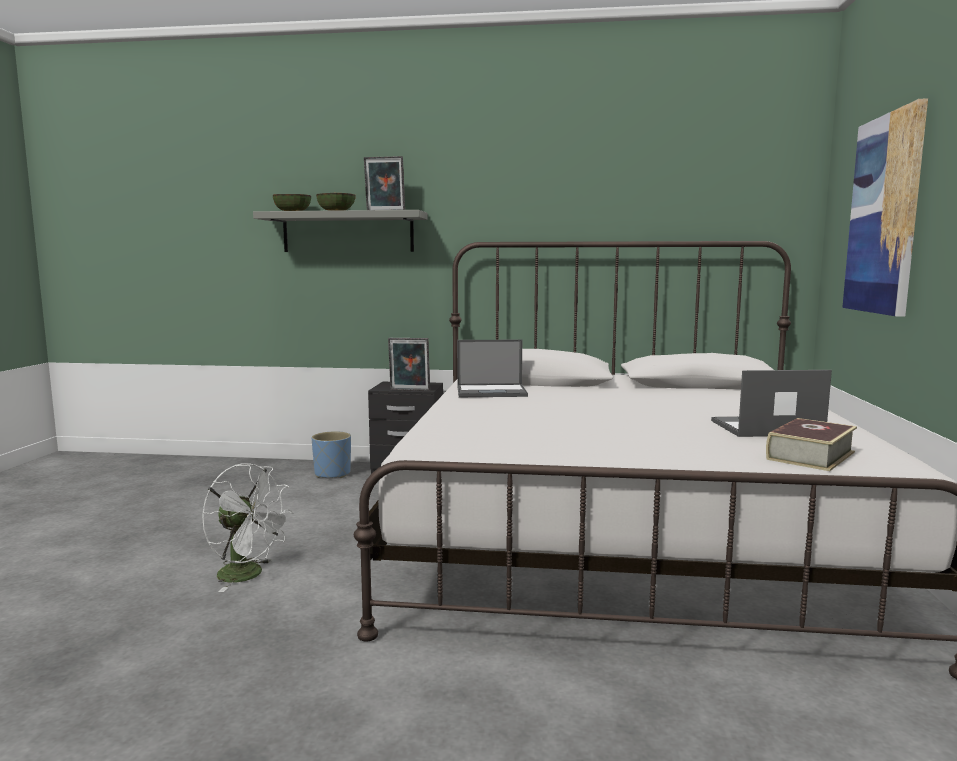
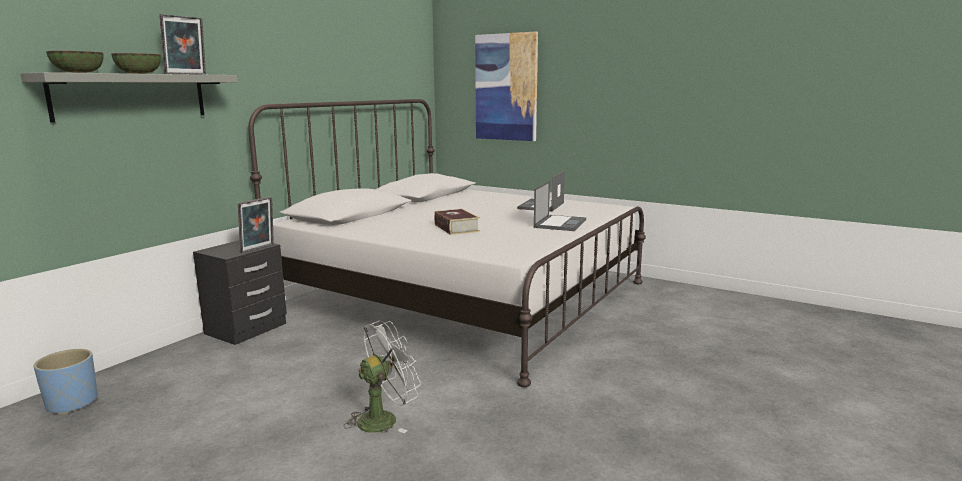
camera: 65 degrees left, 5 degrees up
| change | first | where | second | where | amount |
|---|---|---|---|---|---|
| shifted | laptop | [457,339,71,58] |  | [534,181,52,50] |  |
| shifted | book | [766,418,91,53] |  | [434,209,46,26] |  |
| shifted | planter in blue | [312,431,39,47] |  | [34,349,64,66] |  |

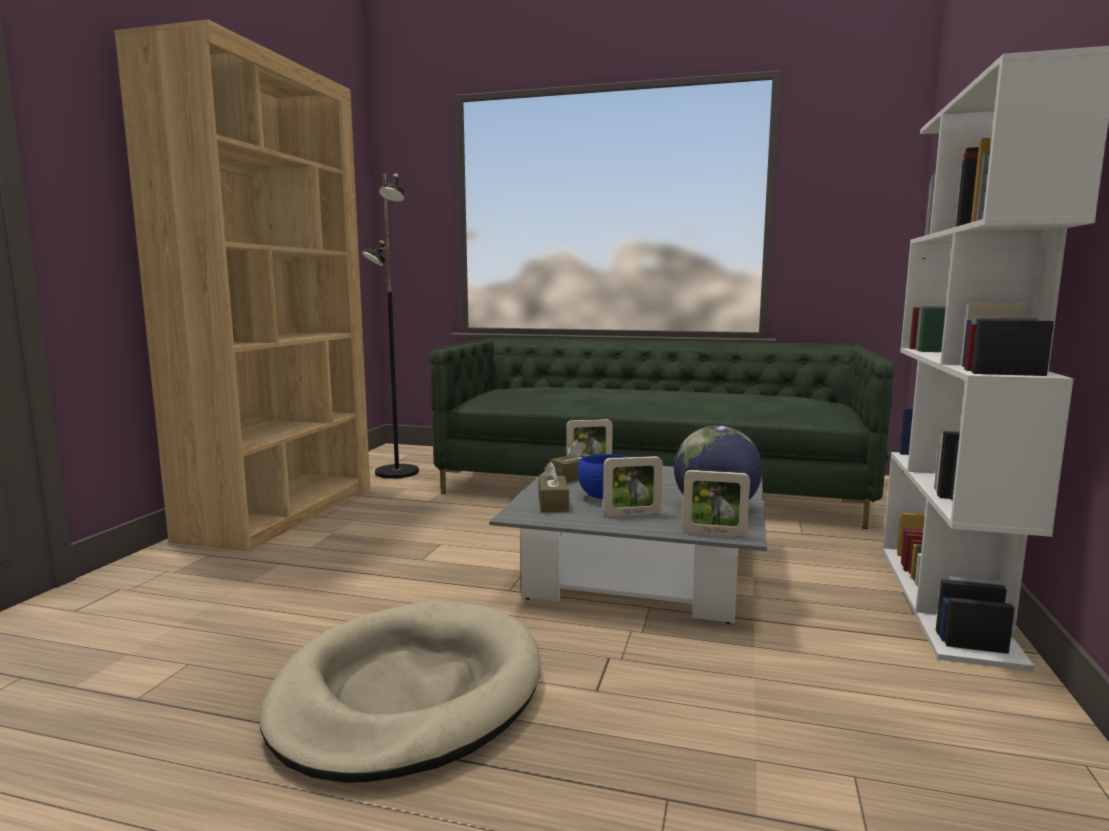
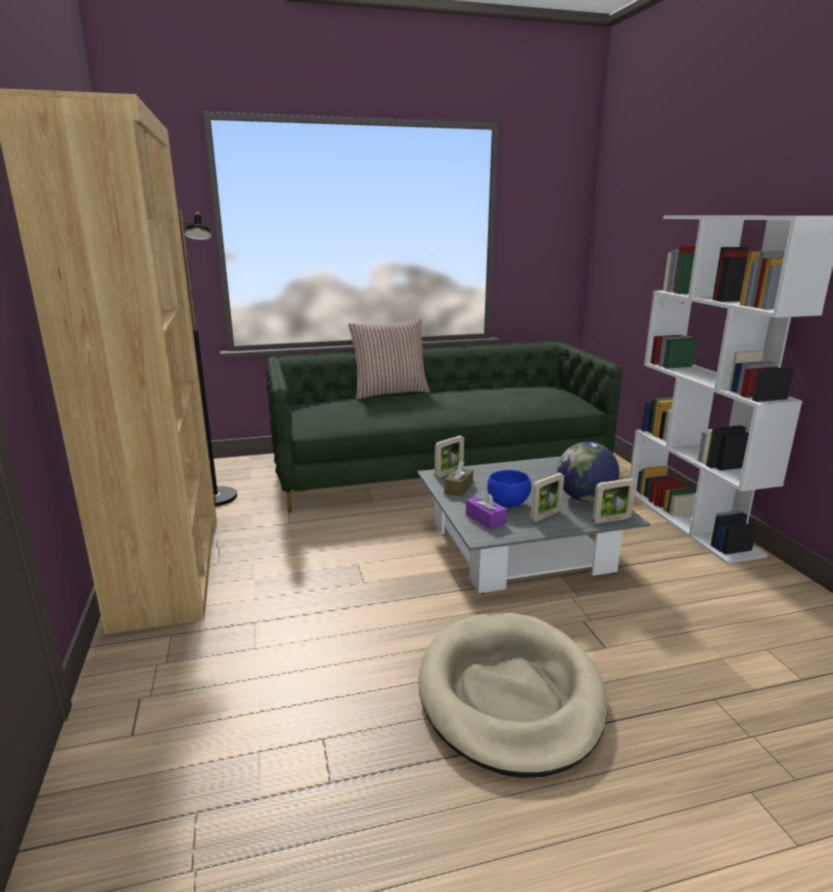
camera: 30 degrees left, 10 degrees up
| change | first | where | second | where | amount |
|---|---|---|---|---|---|
| repainted | tissue box in brown | [539,461,30,51] | tissue box in purple | [466,489,41,41] |  |
| new |  |  | pillow | [348,319,82,80] |  |

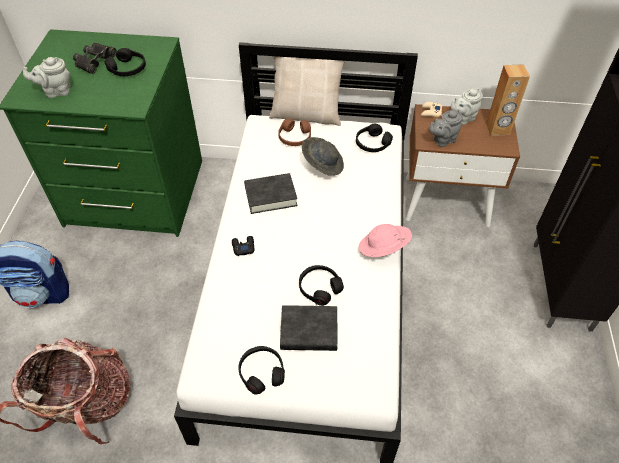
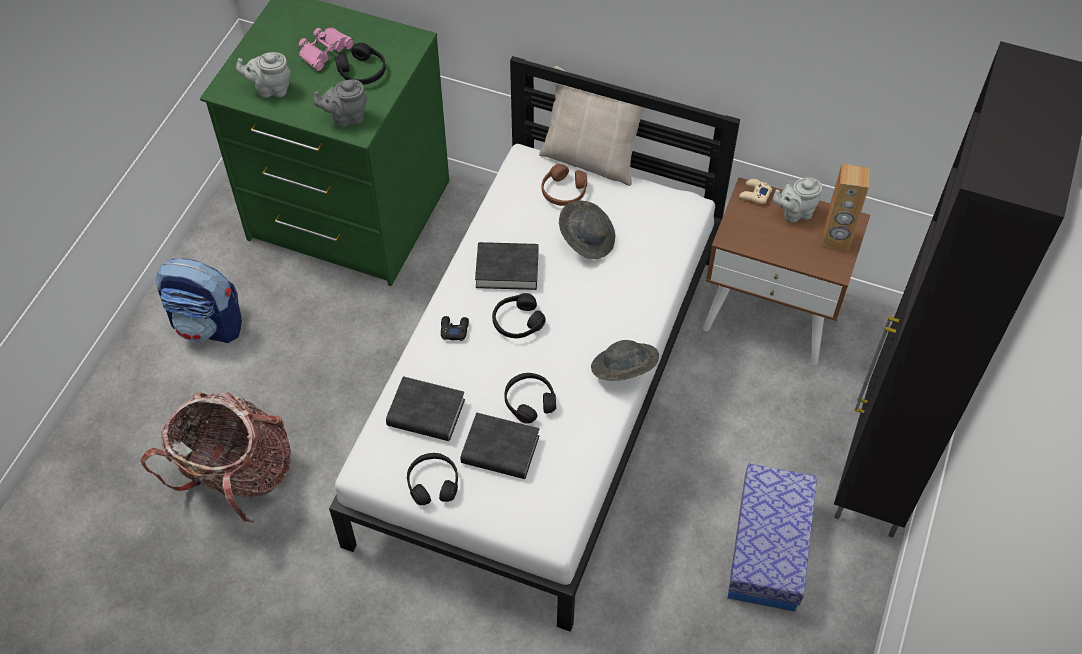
camera: 15 degrees right, 5 degrees up
| change | first | where | second | where | amount |
|---|---|---|---|---|---|
| repainted | binoculars in black | [73,43,44,31] | binoculars in pink | [299,28,55,43] |  |
| shifted | teapot in grey | [429,110,34,37] |  | [313,79,54,48] |  |
| shifted | headphones in black | [356,124,37,28] |  | [492,293,54,45] |  |
| repainted | hat in pink | [359,224,53,33] | hat in grey | [591,340,68,41] |  |
| new |  |  | book in black | [386,376,79,65] |  |
| new |  |  | storage box | [727,464,90,148] |  |

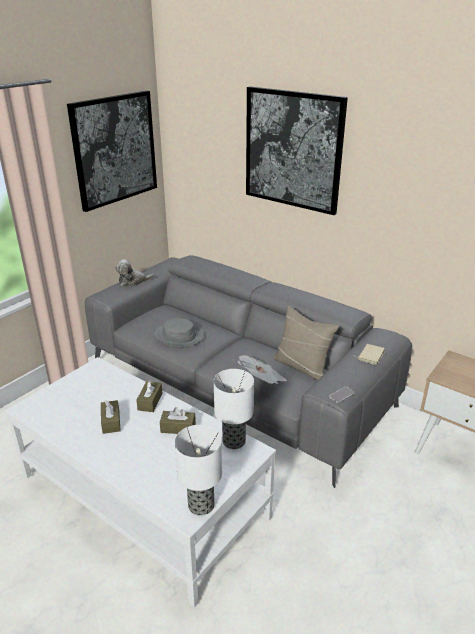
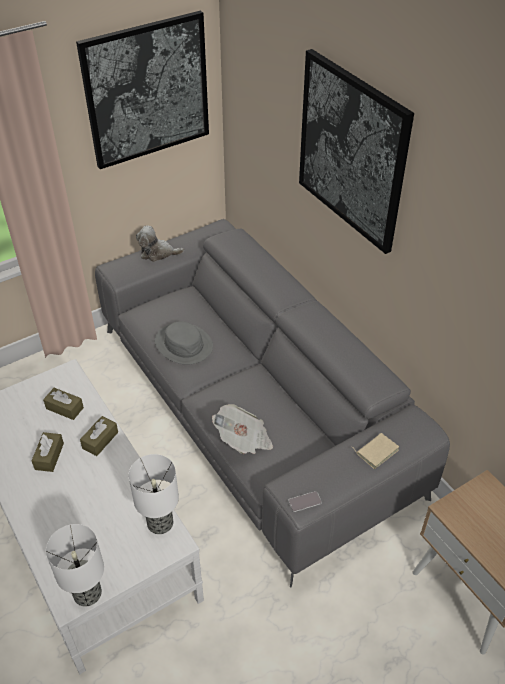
camera: 20 degrees right, 15 degrees up
| change | first | where | second | where | amount |
|---|---|---|---|---|---|
| gone | pillow in beige | [273,306,66,74] |  |  |  |
| shifted | tissue box in brown | [160,407,36,27] |  | [43,388,41,32] |  |

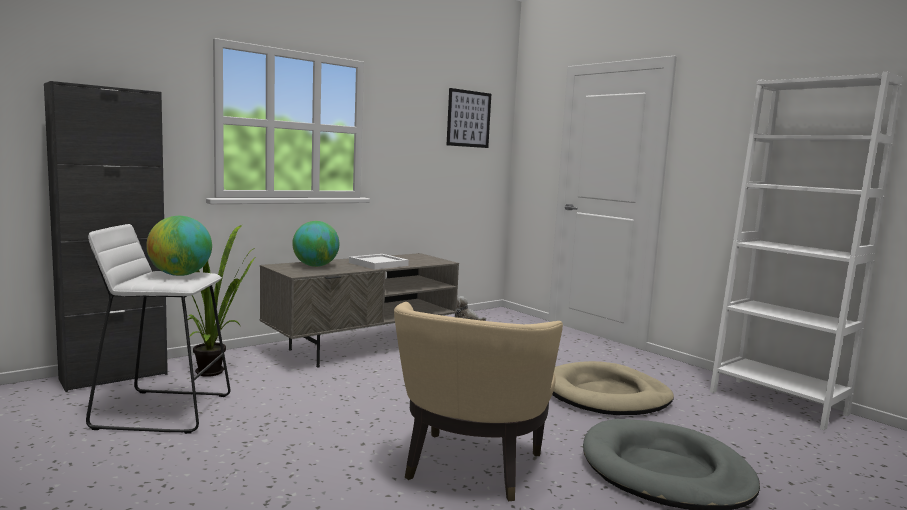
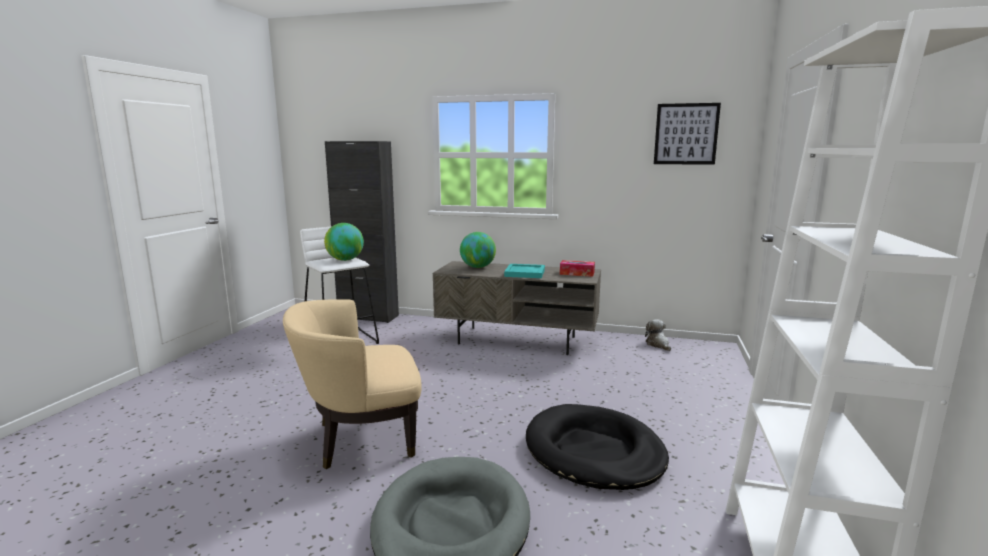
camera: 55 degrees right, 5 degrees up
| change | first | where | second | where | amount |
|---|---|---|---|---|---|
| gone | potted plant | [187,225,68,152] |  |  |  |
| repainted | tray in white | [349,254,60,16] | tray in turquoise | [504,264,41,14] |  |
| repainted | dog bed in beige | [552,361,122,54] | dog bed in black | [526,404,143,86] |  |
| new |  |  | tissue box | [560,260,35,17] |  |

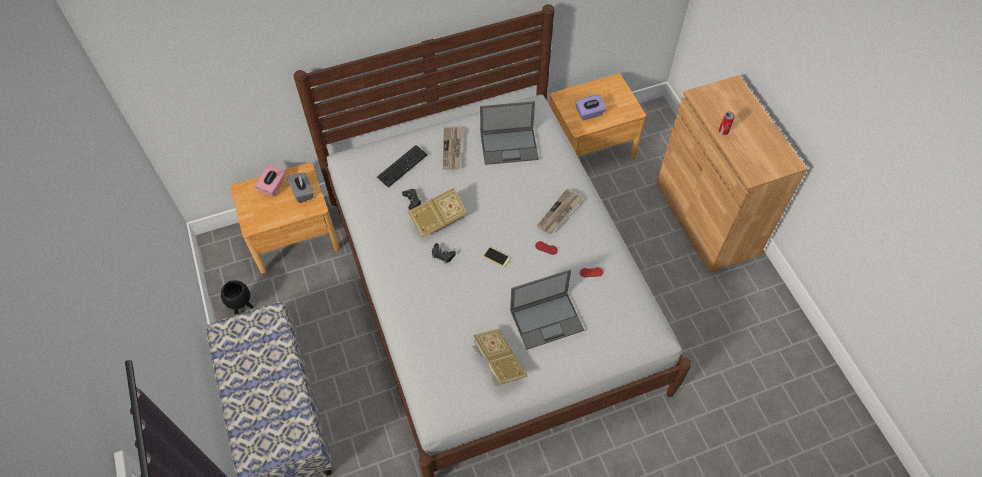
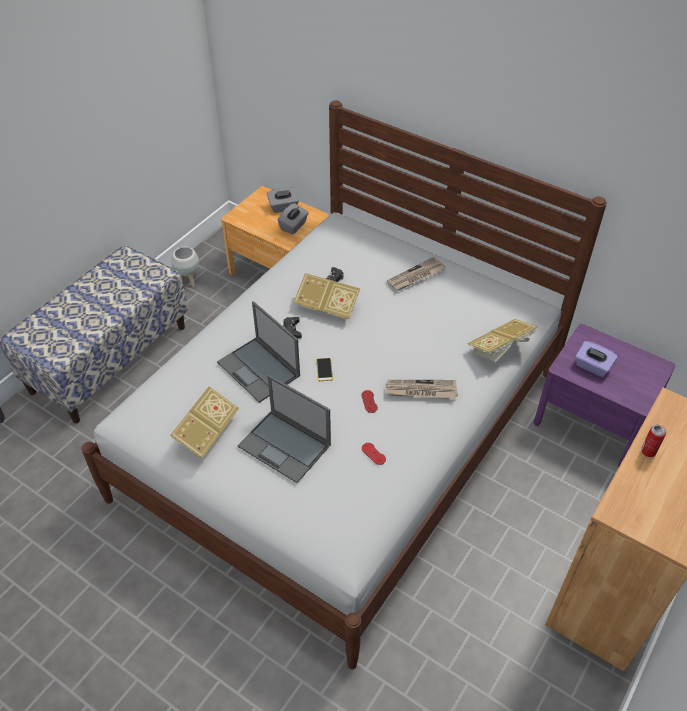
camera: 55 degrees right, 10 degrees down
| change | first | where | second | where | amount |
|---|---|---|---|---|---|
| repainted | nightstand in brown | [549,74,97,85] | nightstand in purple | [534,324,141,142] |  |
| shifted | laptop | [480,101,59,64] |  | [217,301,83,102] |  |
| gone | keyboard | [377,145,51,43] |  |  |  |
| repainted | tissue box in pink | [255,164,30,32] | tissue box in grey | [267,187,32,26] |  |
| repainted | planter in black | [221,280,32,35] | planter in white | [172,246,27,41] |  |
| new |  |  | book | [468,319,70,43] |  |

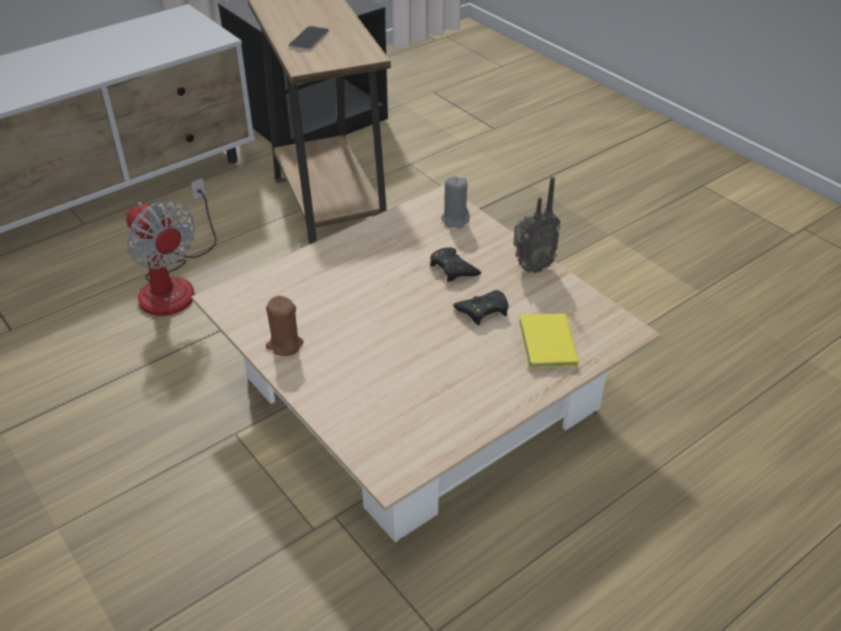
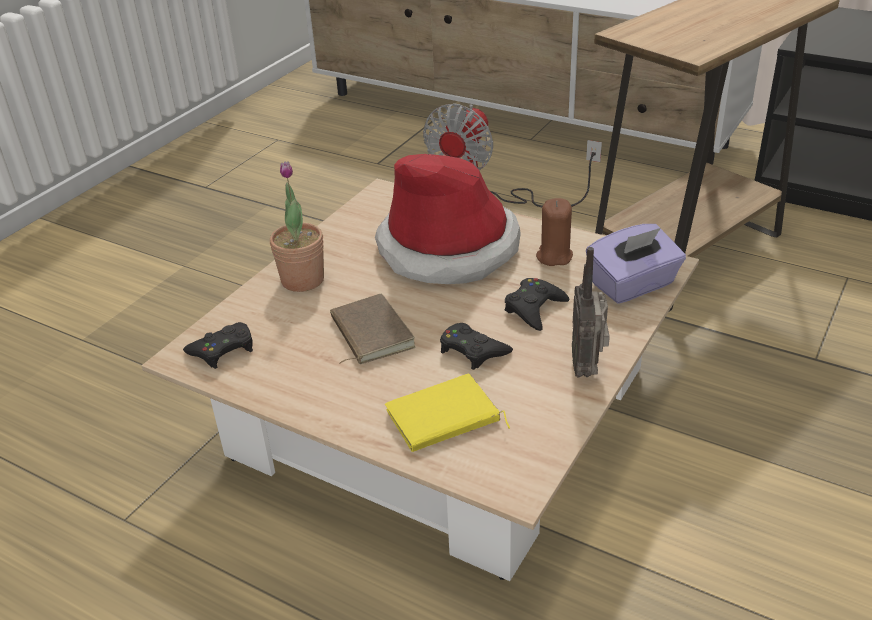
camera: 70 degrees right, 5 degrees down
| change | first | where | second | where | amount |
|---|---|---|---|---|---|
| gone | phone | [289,26,40,24] |  |  |  |
| swapped | candle in grey | [441,176,29,53] | tissue box in purple | [586,224,100,80] |  |
| rotated | radio | [513,177,47,96] |  | [572,247,38,131] | 45 degrees clockwise |
| shifted | candle in brown | [266,296,38,60] |  | [536,198,37,68] |  |
| new |  |  | hat | [375,154,146,130] |  |
| new |  |  | potted plant | [270,161,54,131] |  |
| new |  |  | book in brown | [330,294,86,70] |  |
| new |  |  | game controller in black | [183,322,70,47] |  |

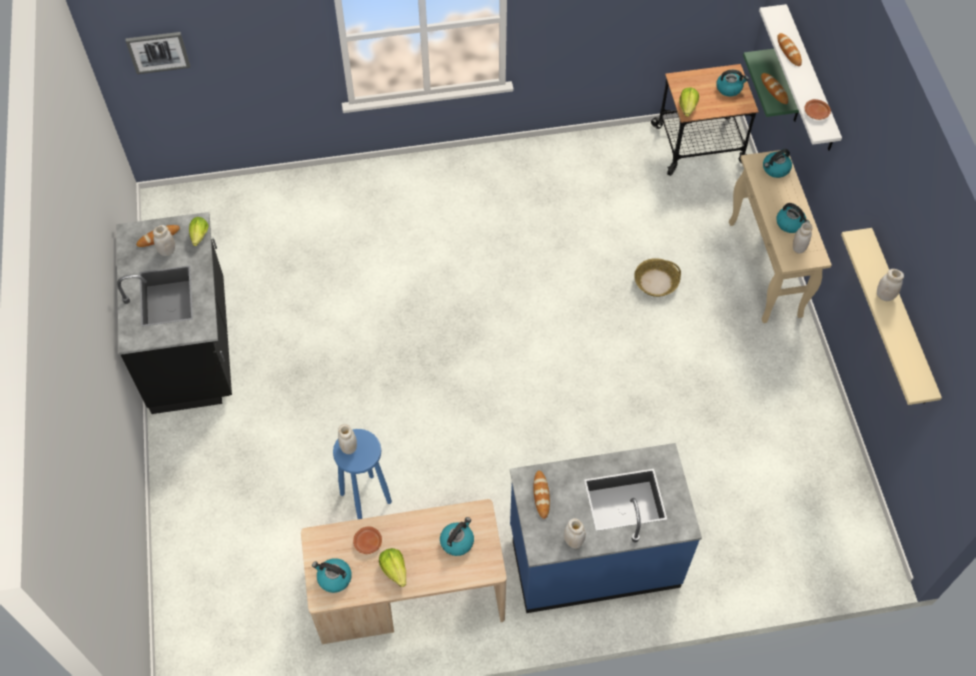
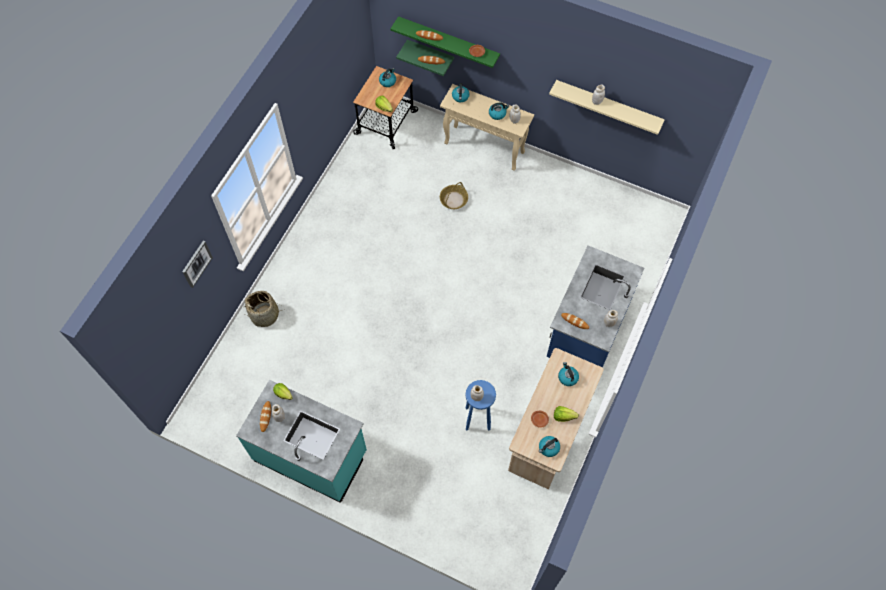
camera: 55 degrees left, 5 degrees up
| change | first | where | second | where | amount |
|---|---|---|---|---|---|
| repainted | shelf in white | [759,4,83,147] | shelf in green | [391,16,109,52] |  |
| shifted | picture | [125,32,65,42] |  | [182,241,31,47] |  |
| repainted | counter in black | [116,212,116,202] | counter in turquoise | [236,380,131,123] |  |
| new |  |  | basket | [244,291,38,36] |  |

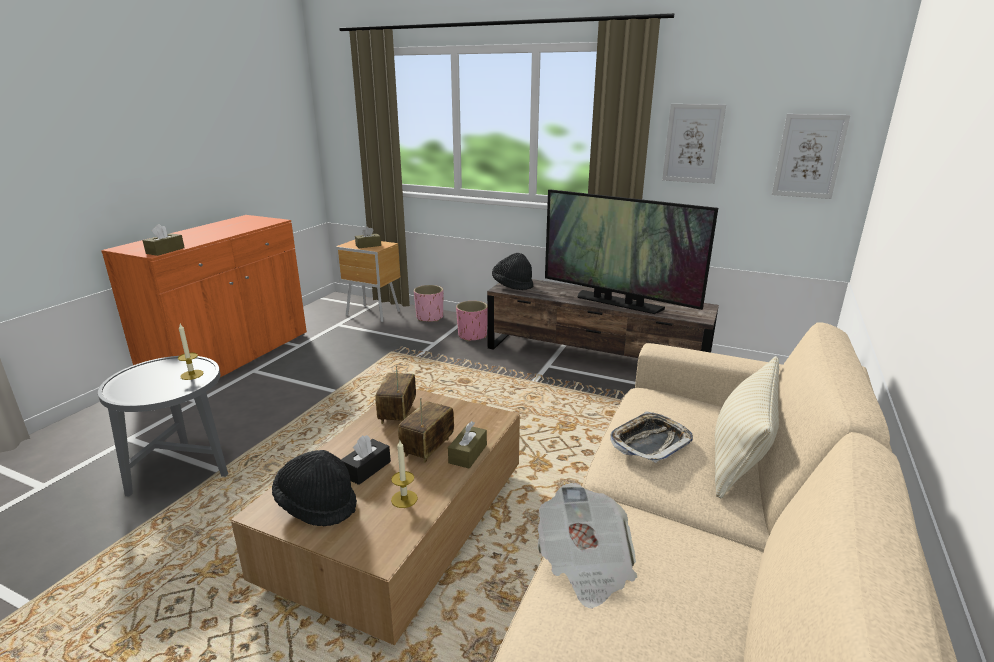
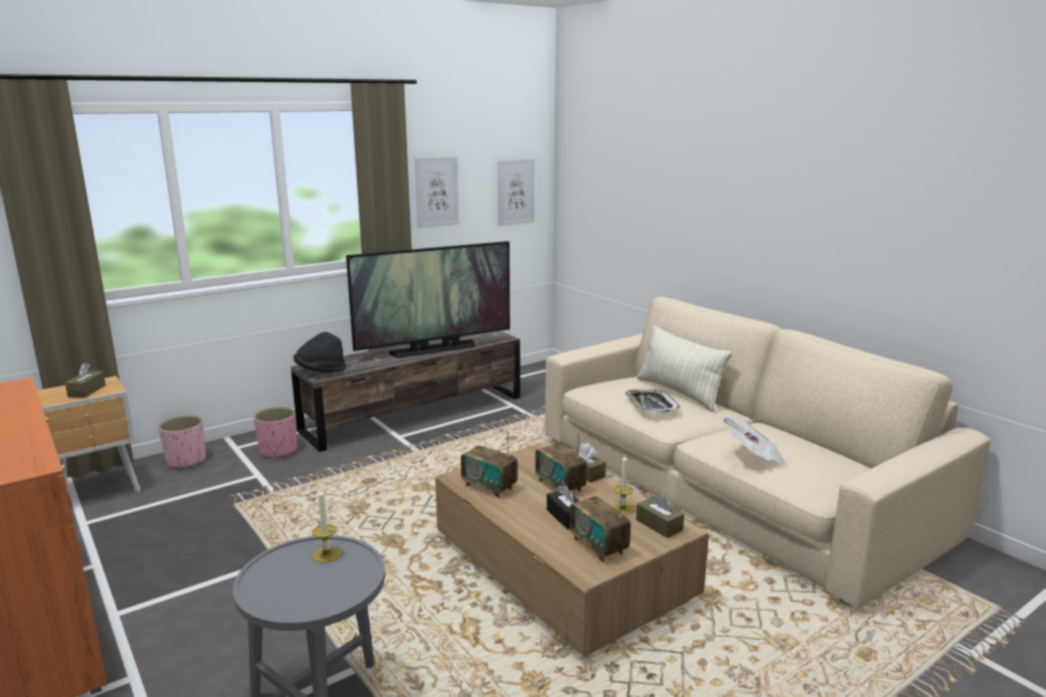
camera: 60 degrees left, 5 degrees down
| change | first | where | second | where | amount |
|---|---|---|---|---|---|
| shifted | tissue box in brown | [143,224,42,32] |  | [636,492,48,46] |  |
| swapped | hat in black | [272,450,85,76] | radio | [570,486,61,76] |  |

